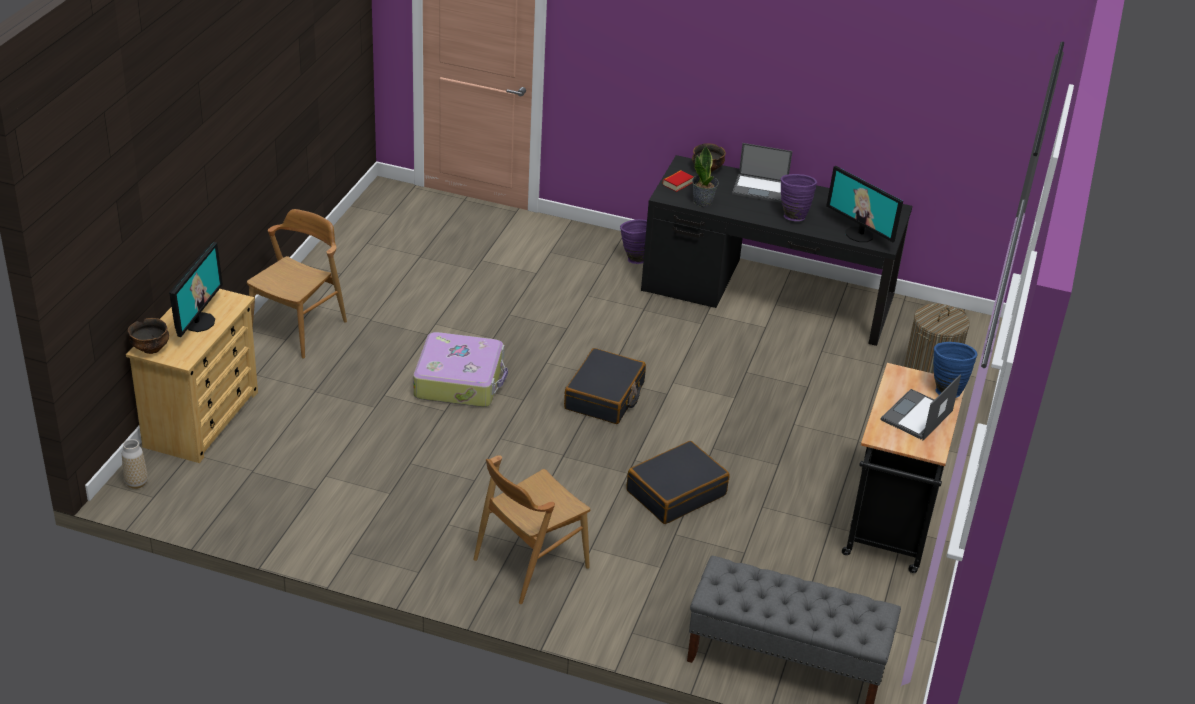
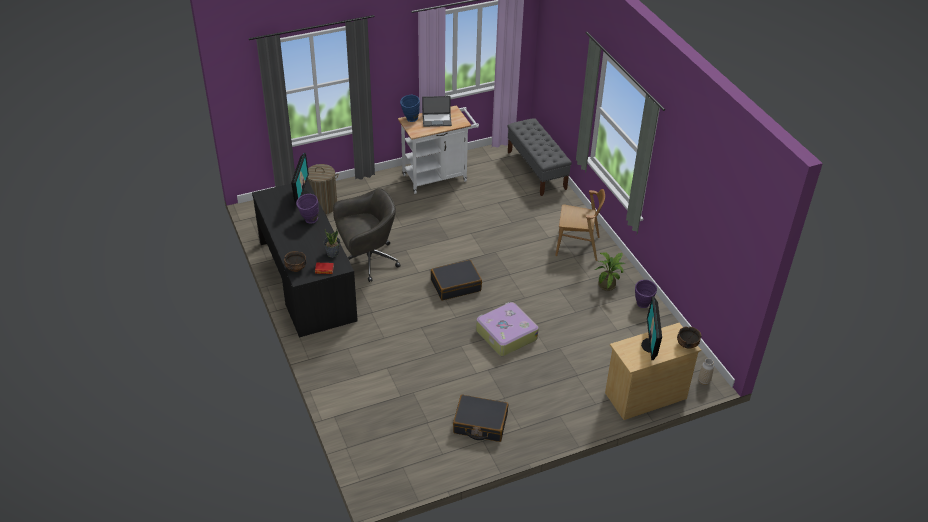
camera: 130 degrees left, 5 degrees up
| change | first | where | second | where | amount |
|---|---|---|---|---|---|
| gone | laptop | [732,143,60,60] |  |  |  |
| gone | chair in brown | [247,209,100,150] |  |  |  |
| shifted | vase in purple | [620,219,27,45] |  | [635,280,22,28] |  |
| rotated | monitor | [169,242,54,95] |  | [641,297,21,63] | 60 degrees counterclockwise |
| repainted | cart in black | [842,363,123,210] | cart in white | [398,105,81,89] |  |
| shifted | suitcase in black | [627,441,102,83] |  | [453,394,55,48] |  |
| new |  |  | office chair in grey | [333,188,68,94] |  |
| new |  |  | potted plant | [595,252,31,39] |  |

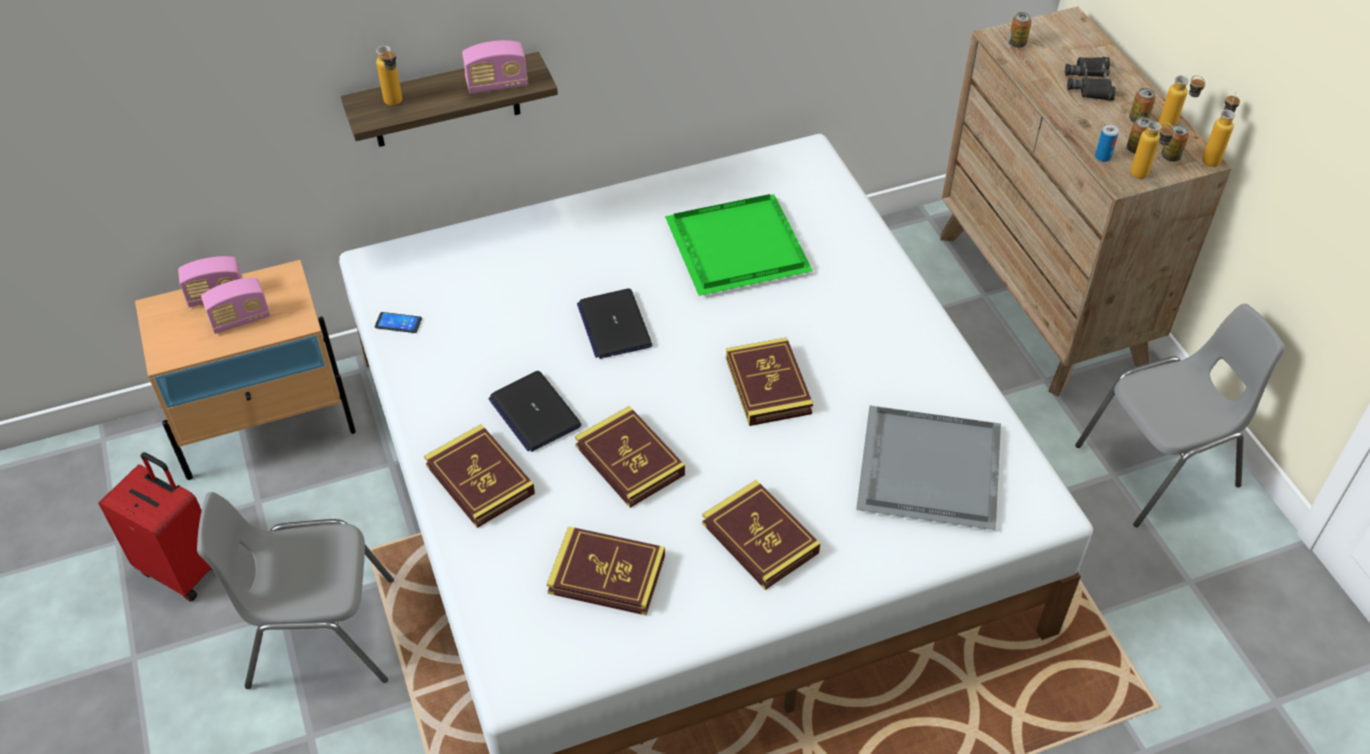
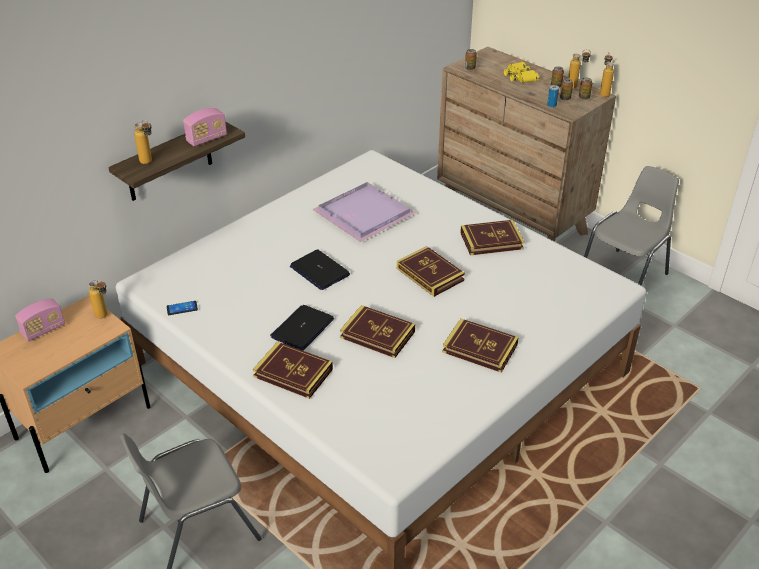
camera: 25 degrees left, 10 degrees down
| change | first | where | second | where | amount |
|---|---|---|---|---|---|
| repainted | binoculars in black | [1065,57,51,44] | binoculars in yellow | [504,61,35,22] |  |
| shifted | bottle | [1130,121,45,58] |  | [88,280,19,39] |  |
| repainted | tray in green | [665,194,148,102] | tray in purple | [312,182,104,60] |  |
| gone | radio | [201,278,69,56] |  |  |  |
| rotated | laptop | [488,371,94,81] |  | [270,305,64,46] | 90 degrees clockwise |
| gone | tray in grey | [856,405,145,125] |  |  |  |
| gone | suitcase in red | [99,452,114,150] |  |  |  |
| shifted | book | [547,526,118,89] |  | [460,220,64,35] |  |

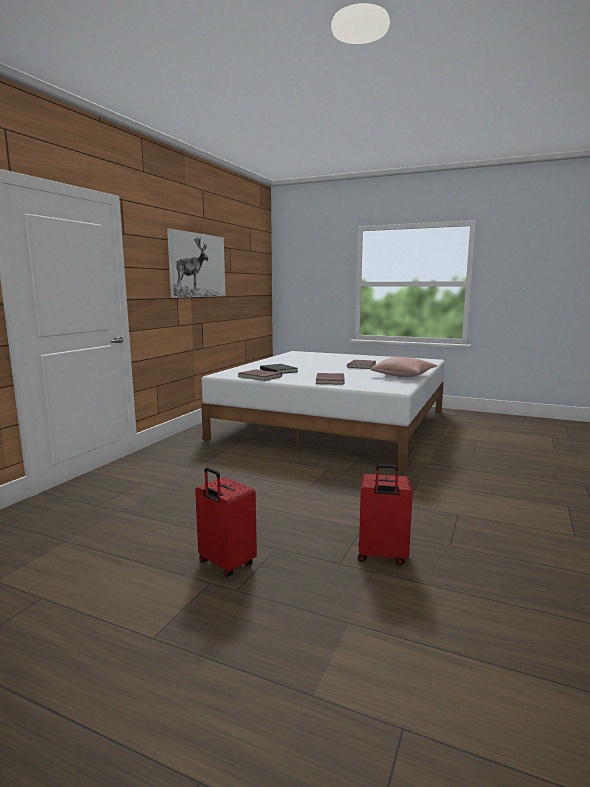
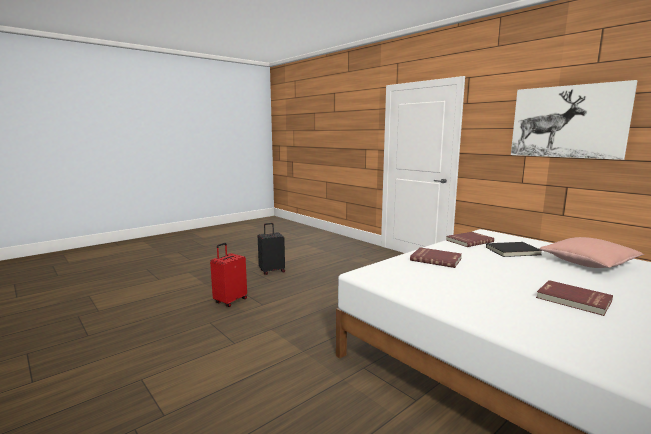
camera: 115 degrees right, 0 degrees up
| change | first | where | second | where | amount |
|---|---|---|---|---|---|
| shifted | pillow in pink | [370,357,67,20] |  | [539,237,105,31] |  |
| repainted | suitcase in red | [195,467,62,110] | suitcase in black | [258,223,27,52] |  |

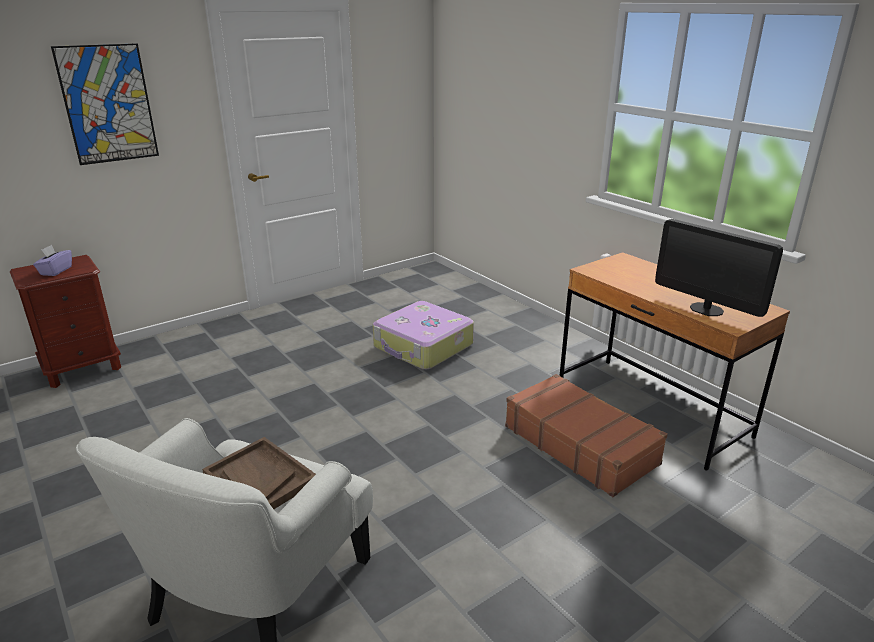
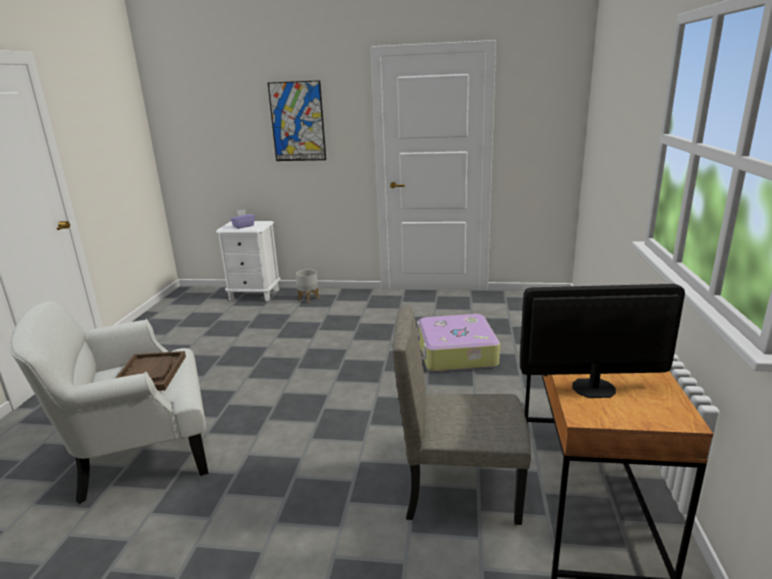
camera: 45 degrees right, 5 degrees down
| change | first | where | second | where | amount |
|---|---|---|---|---|---|
| rotated | monitor | [655,219,128,98] |  | [520,284,165,114] | 90 degrees clockwise |
| repainted | nightstand in brown | [10,255,111,133] | nightstand in white | [216,221,65,80] |  |
| swapped | suitcase in brown | [505,374,163,123] | chair in beige | [393,306,138,219] |  |
| new |  |  | planter in grey | [296,270,23,33] |  |

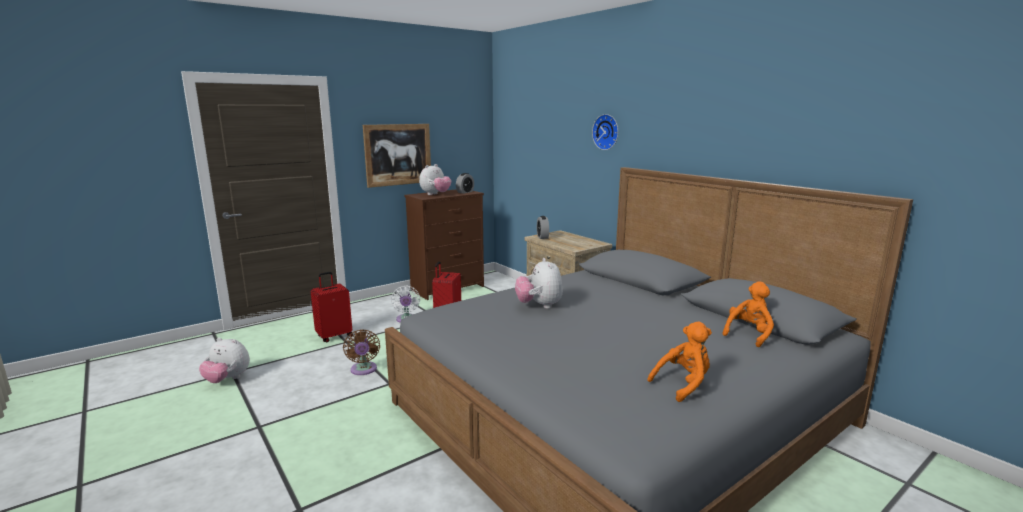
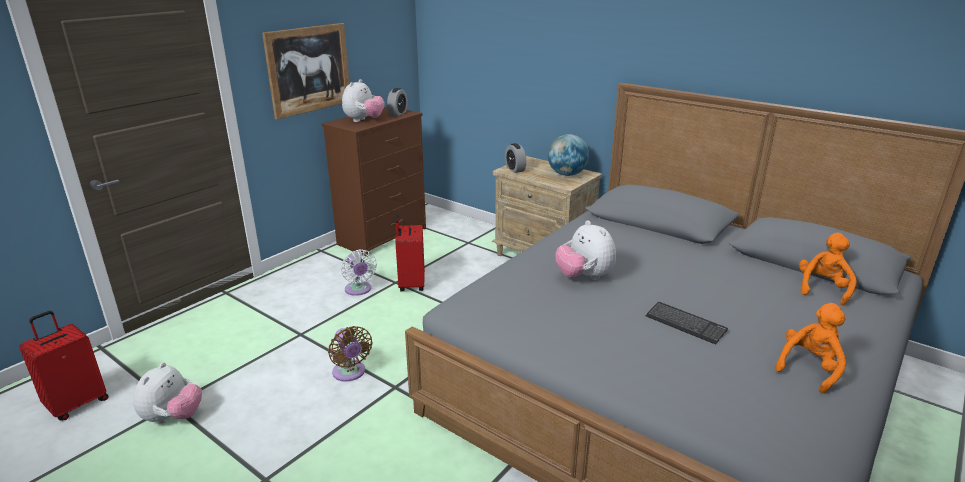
camera: 15 degrees left, 10 degrees up
| change | first | where | second | where | amount |
|---|---|---|---|---|---|
| gone | wall clock | [592,114,26,36] |  |  |  |
| shifted | suitcase in red | [311,272,42,70] |  | [19,311,89,110] |  |
| rotated | plush toy | [199,338,51,45] |  | [133,362,69,62] | 75 degrees counterclockwise |
| new |  |  | globe | [548,134,41,42] |  |
| new |  |  | keyboard | [645,302,83,43] |  |

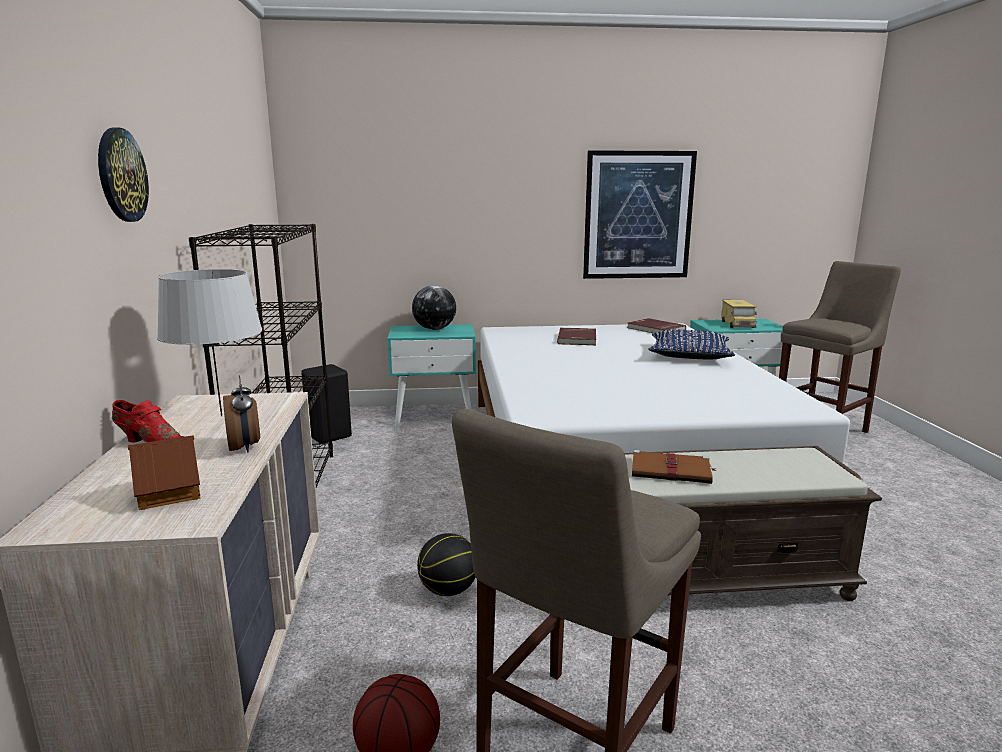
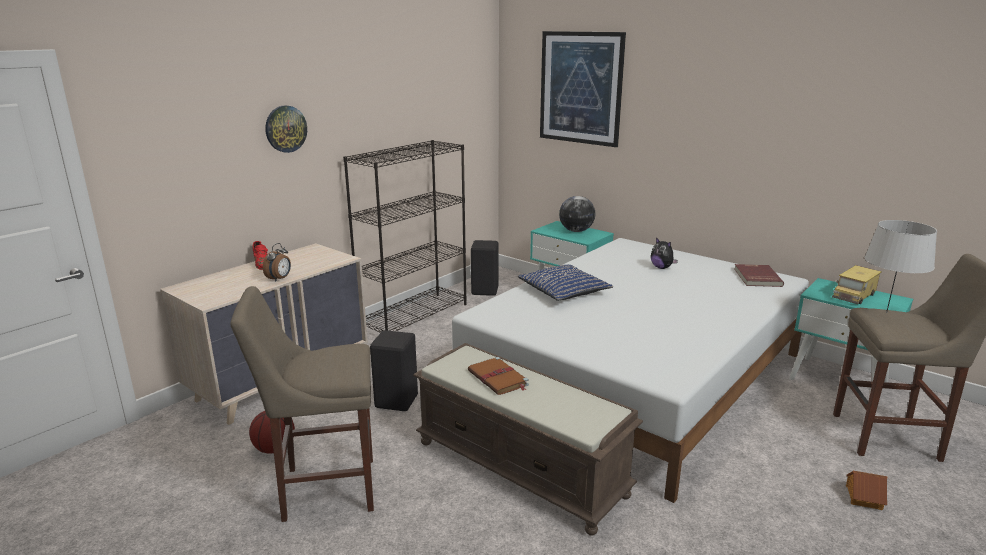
camera: 45 degrees right, 5 degrees up
| change | first | where | second | where | amount |
|---|---|---|---|---|---|
| shifted | picture | [583,150,114,129] |  | [540,31,86,116] |  |
| shifted | table lamp in grey | [157,269,106,147] |  | [864,220,73,93] |  |
| swapped | book in red | [557,328,39,17] | plush toy | [651,238,27,31] |  |
| shifted | pillow in blue | [648,329,87,30] |  | [518,265,95,36] |  |
| shifted | toy house | [128,435,73,75] |  | [846,471,42,39] |  |
| swapped | basketball | [417,533,58,63] | stool in black | [370,330,48,81] |  |

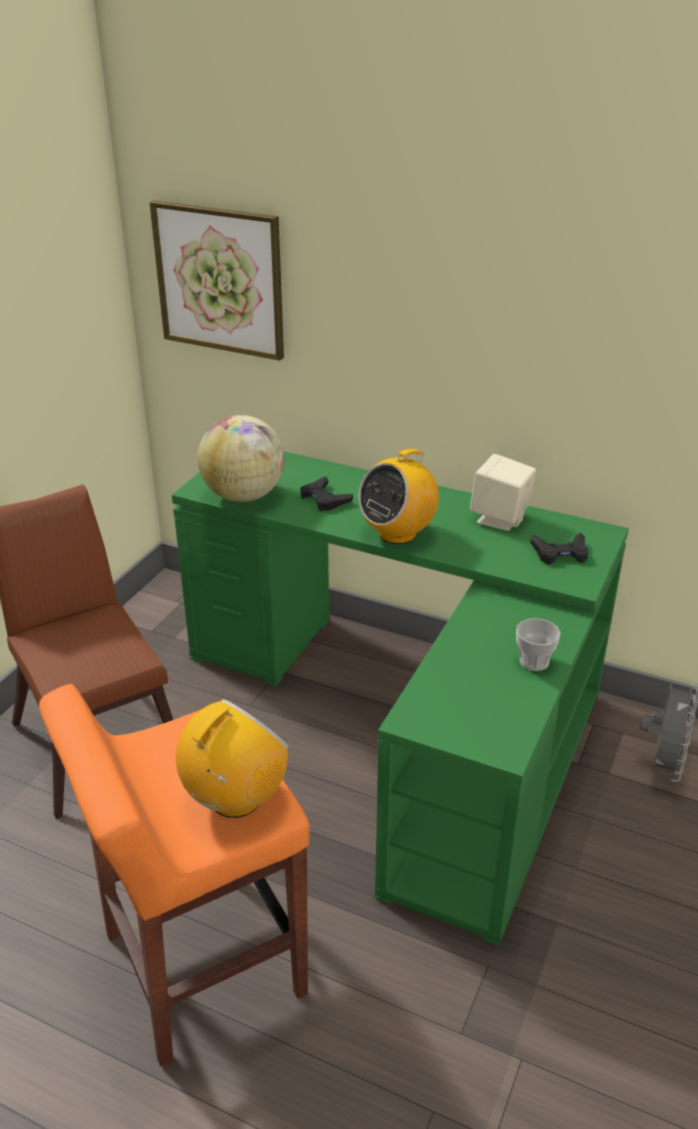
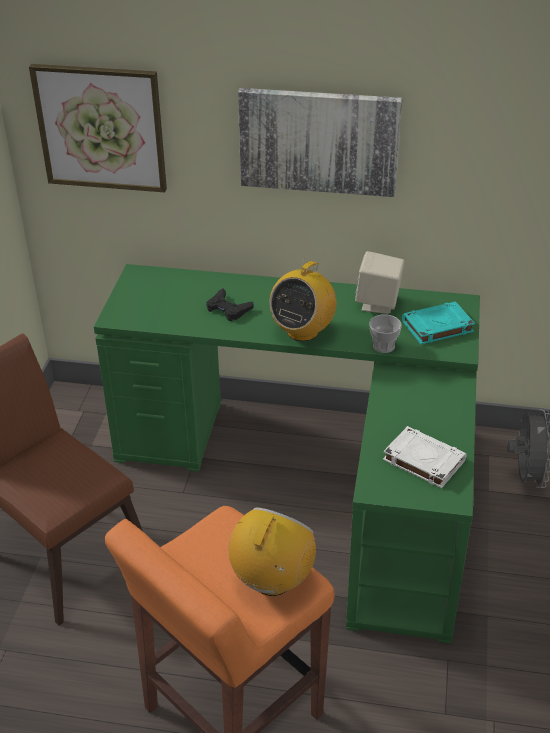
camera: 15 degrees left, 5 degrees up
| change | first | where | second | where | amount |
|---|---|---|---|---|---|
| gone | globe | [197,415,88,87] |  |  |  |
| swapped | game controller in black | [530,533,58,32] | book in turquoise | [402,301,73,43] |  |
| shifted | cup | [516,618,45,53] |  | [369,315,33,38] |  |
| new |  |  | picture | [238,88,165,109] |  |
| new |  |  | book in white | [383,426,84,62] |  |

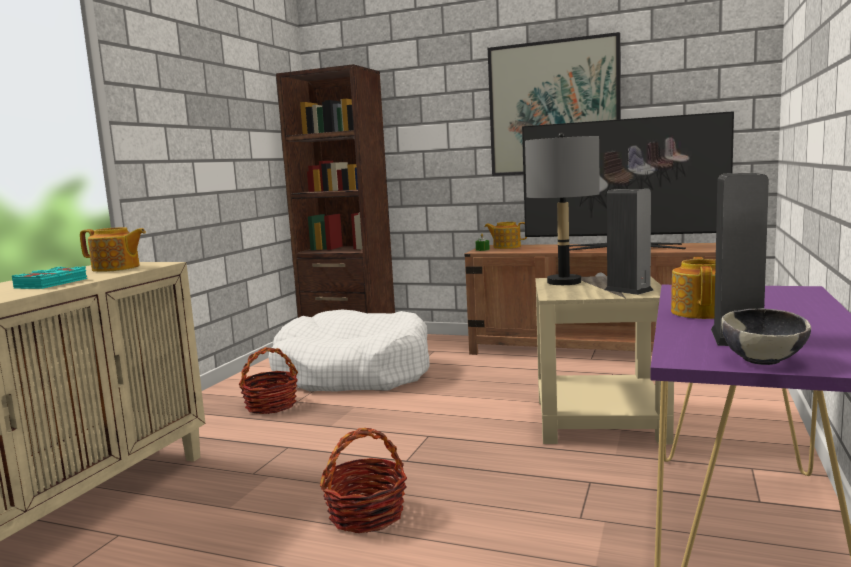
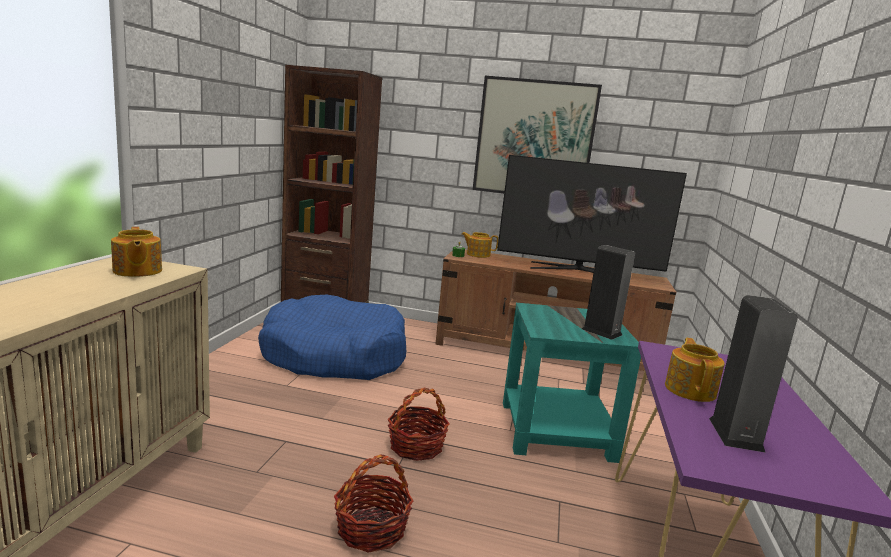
camera: 10 degrees left, 5 degrees up
| change | first | where | second | where | amount |
|---|---|---|---|---|---|
| gone | table lamp in grey | [525,133,75,152] |  |  |  |
| rotated | teapot | [80,227,66,45] |  | [111,227,51,50] | 60 degrees clockwise |
| gone | book in turquoise | [12,266,75,23] |  |  |  |
| repainted | side table in beige | [535,276,139,168] | side table in turquoise | [503,303,138,160] |  |
| gone | bowl | [722,308,89,57] |  |  |  |
| repainted | dog bed in white | [269,309,161,83] | dog bed in blue | [258,295,148,85] |  |
| shifted | basket | [239,347,59,67] |  | [387,388,63,73] |  |

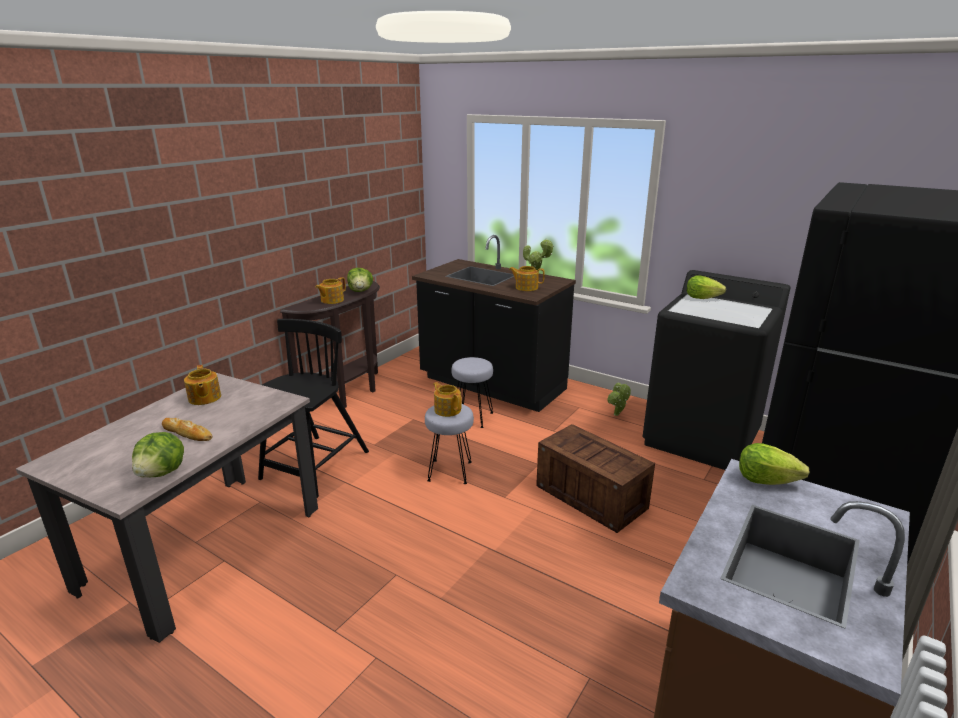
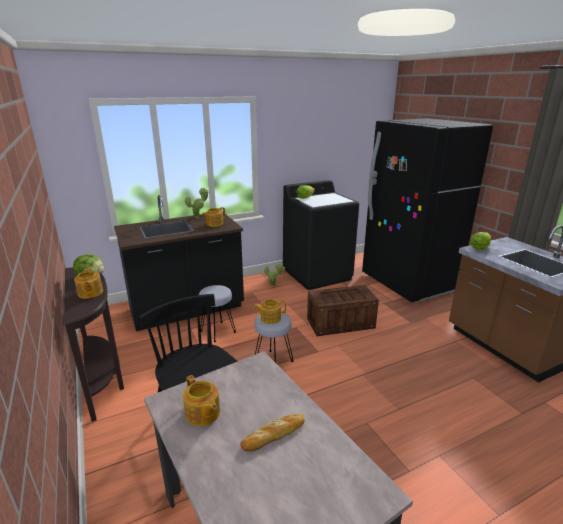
camera: 60 degrees left, 0 degrees up
| change | first | where | second | where | amount |
|---|---|---|---|---|---|
| rotated | teapot | [184,365,37,40] |  | [183,375,37,51] | 45 degrees clockwise |
| gone | lettuce | [132,432,52,45] |  |  |  |

